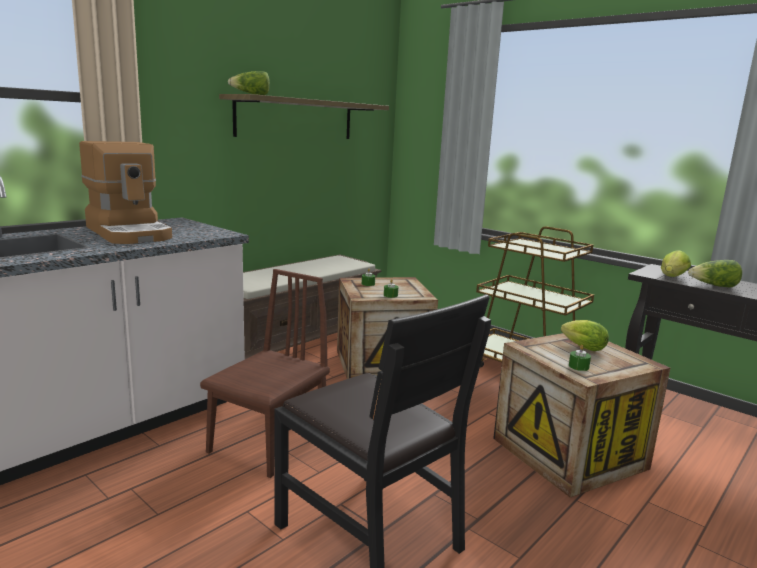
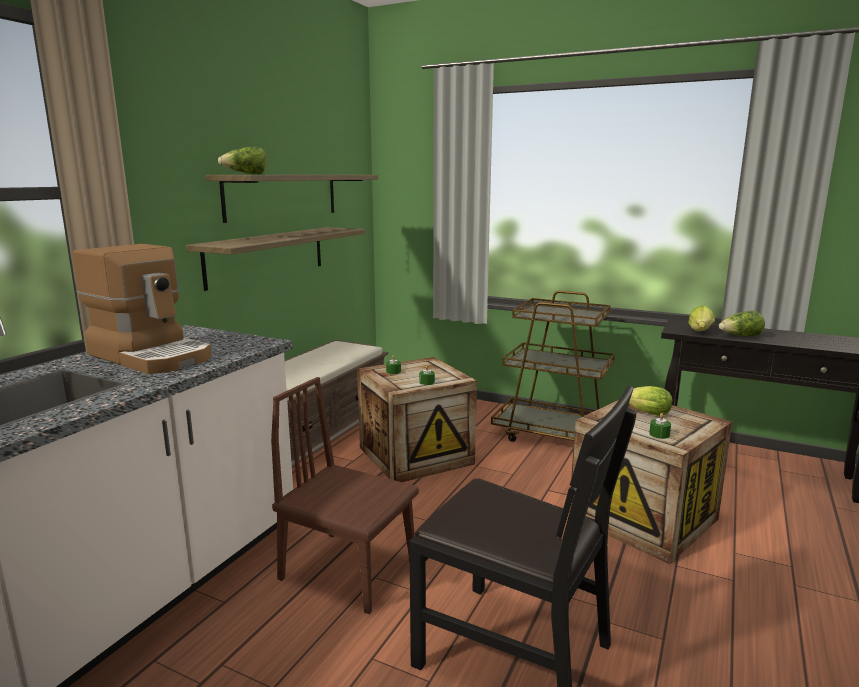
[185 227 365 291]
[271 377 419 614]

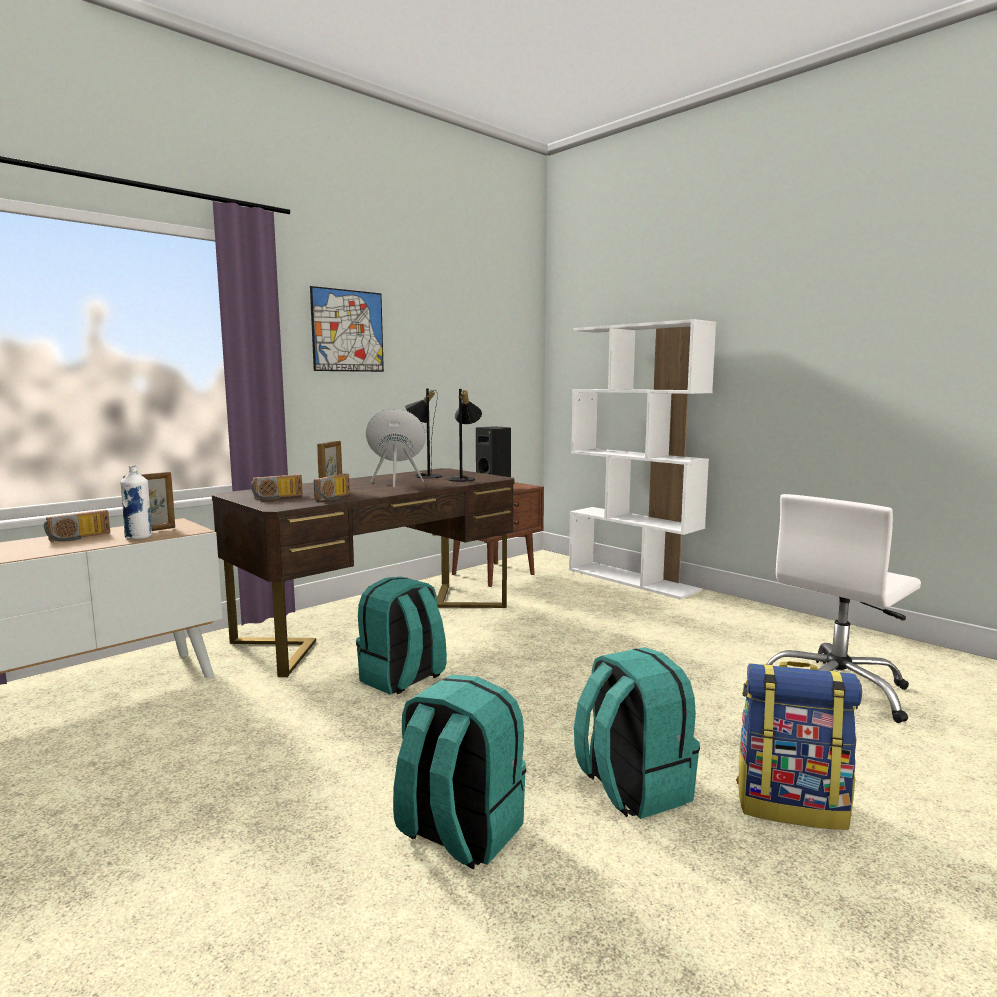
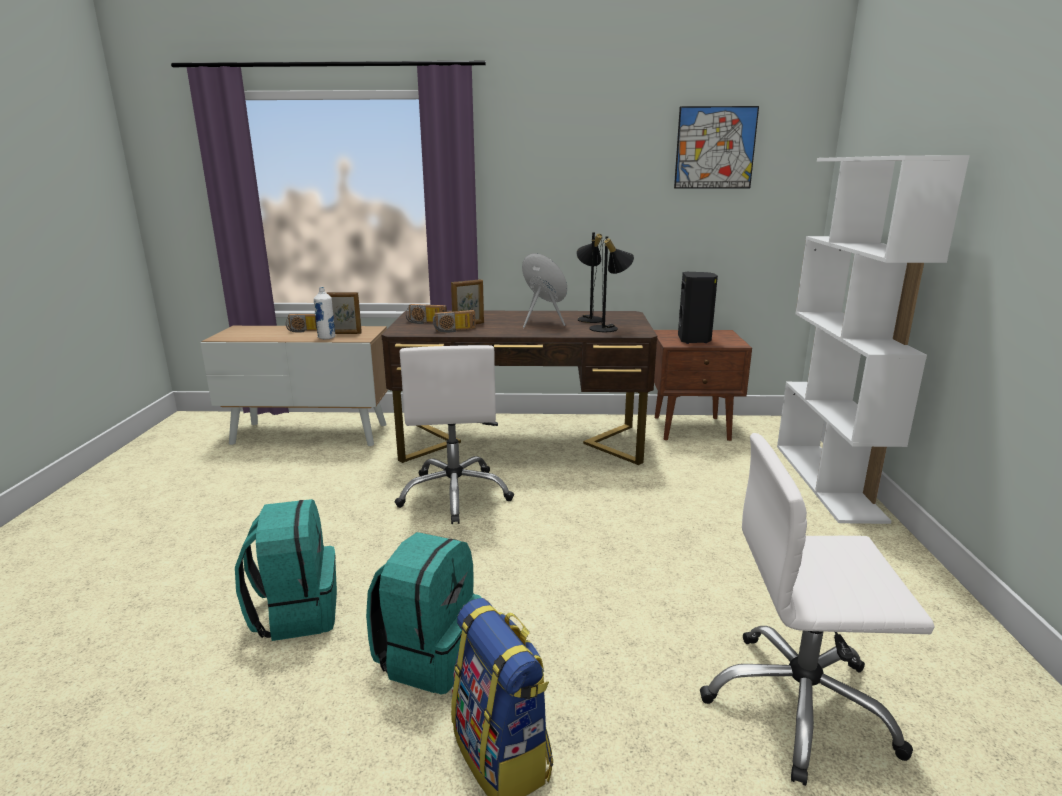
[674 106 759 189]
[395 345 514 524]

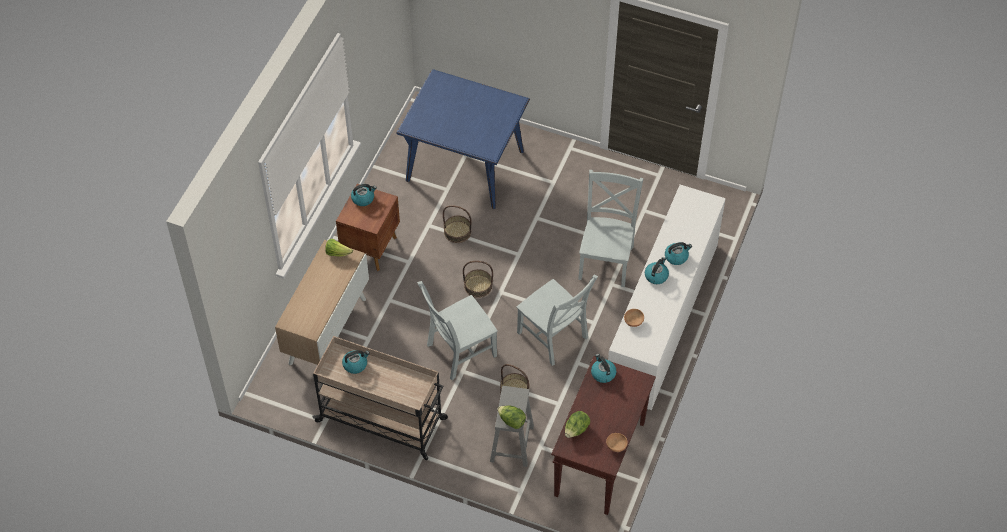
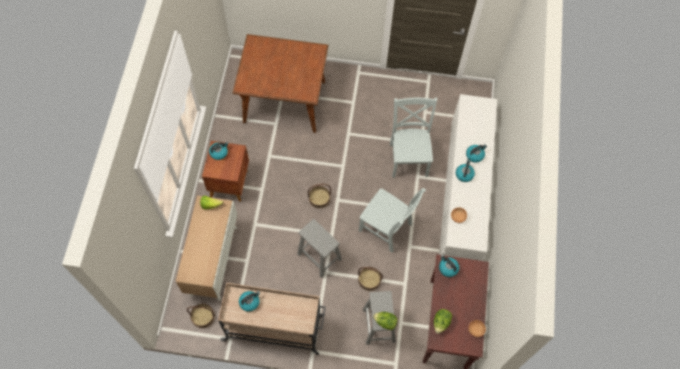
[187 303 215 328]
[297 219 342 278]
[233 34 329 133]

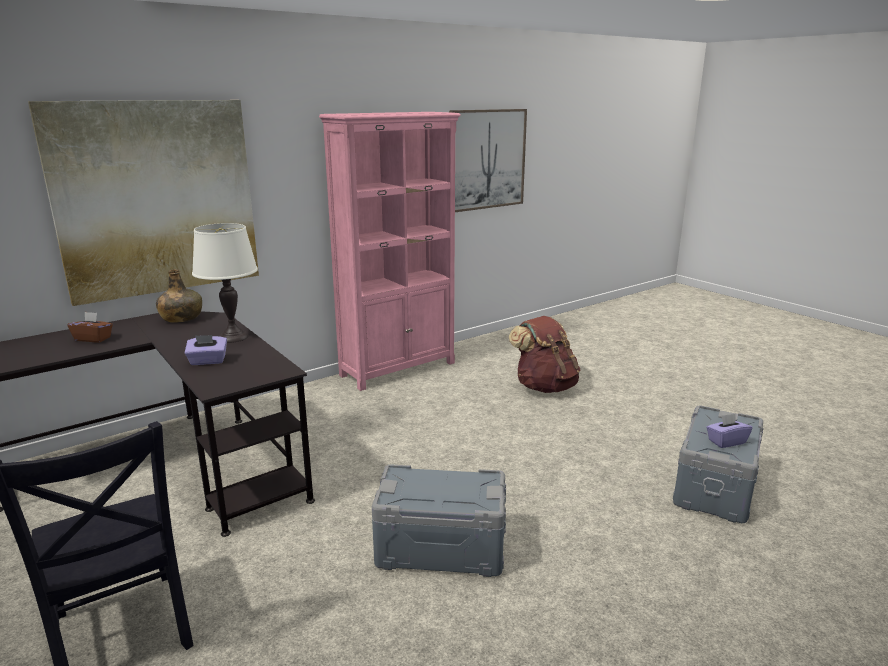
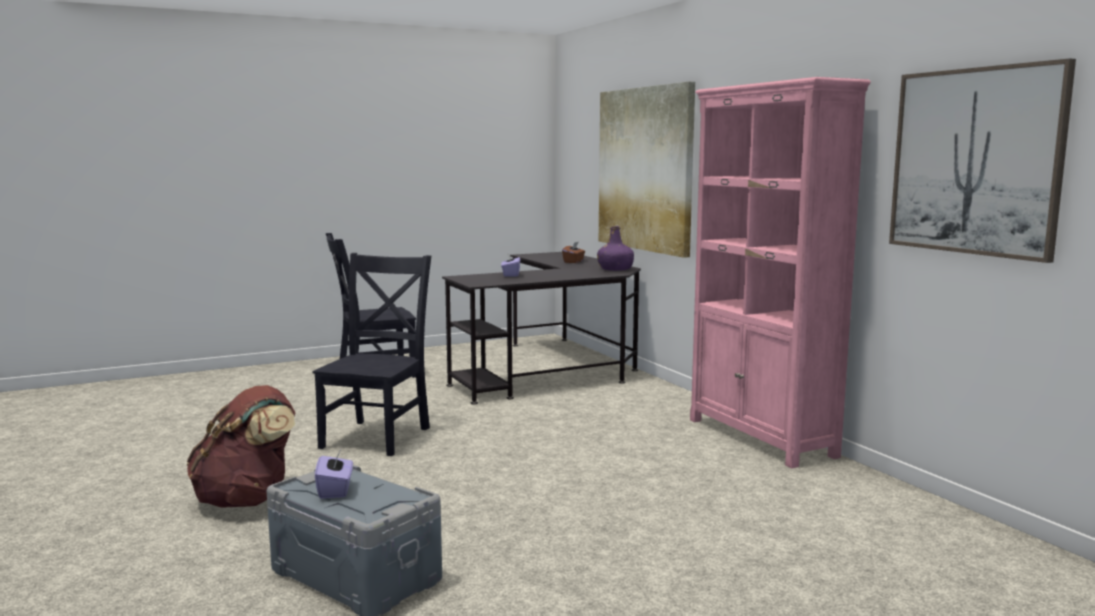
[192 223 258 343] (first image)
[187 385 296 508]
[312 253 431 456]
[597 226 634 271]

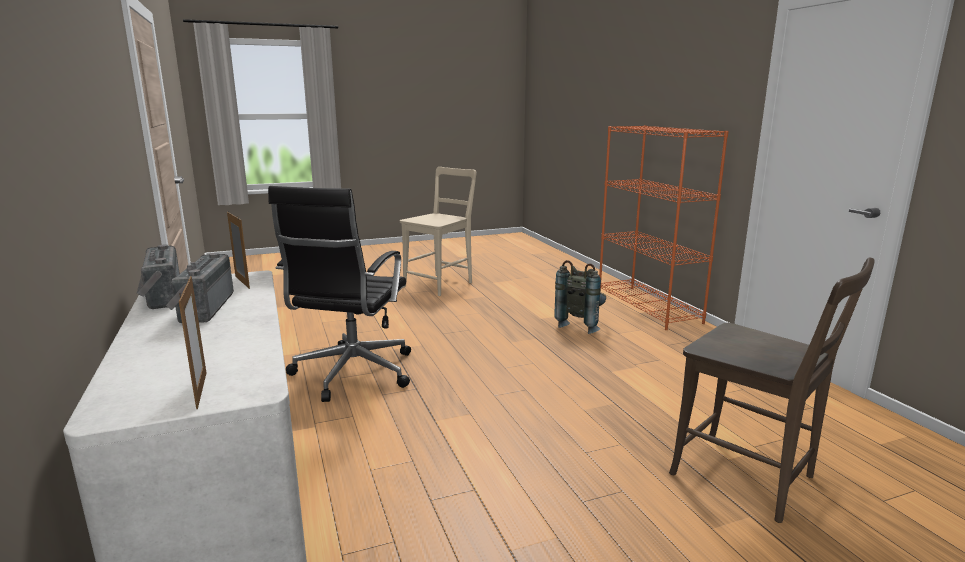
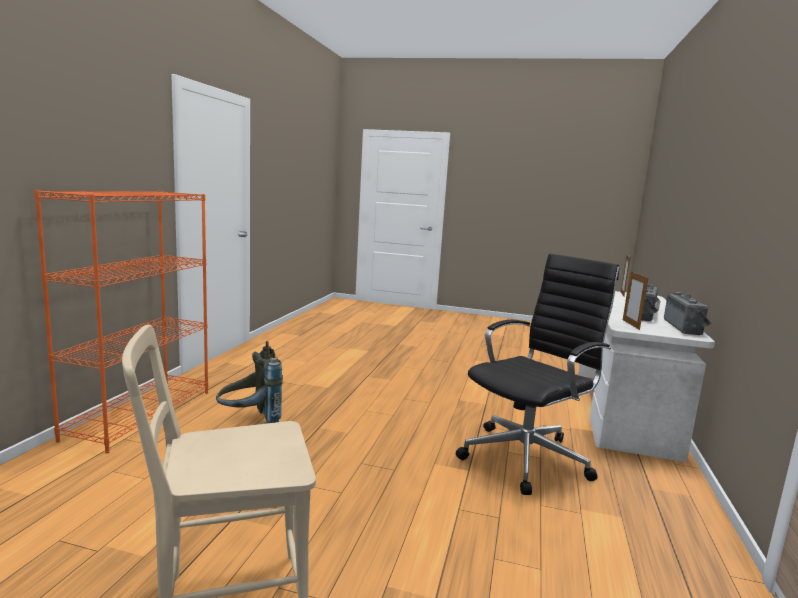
[669 258 874 523] (first image)

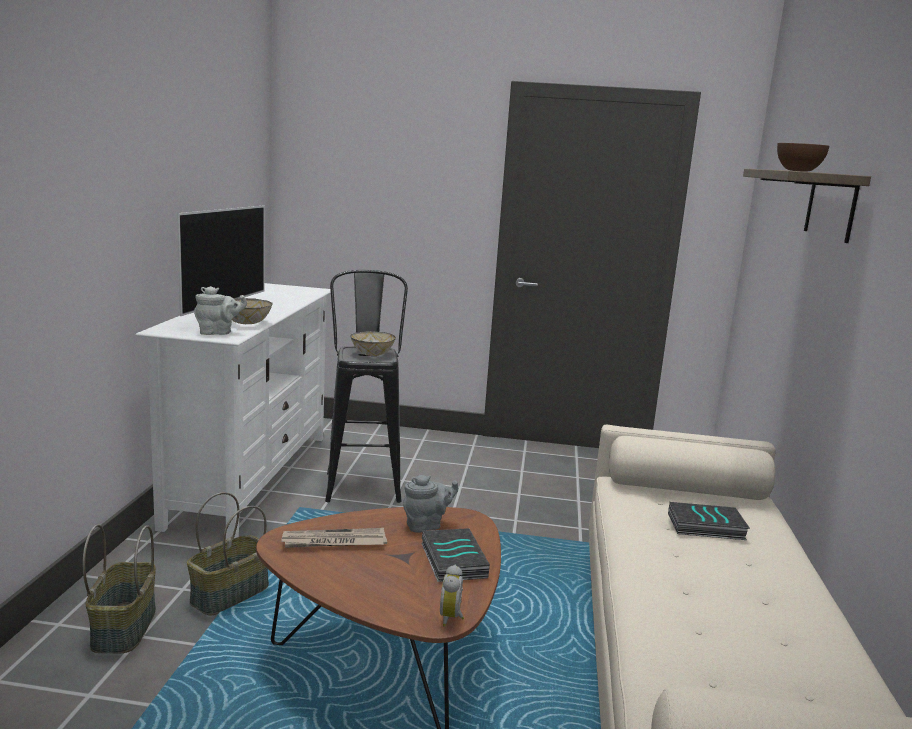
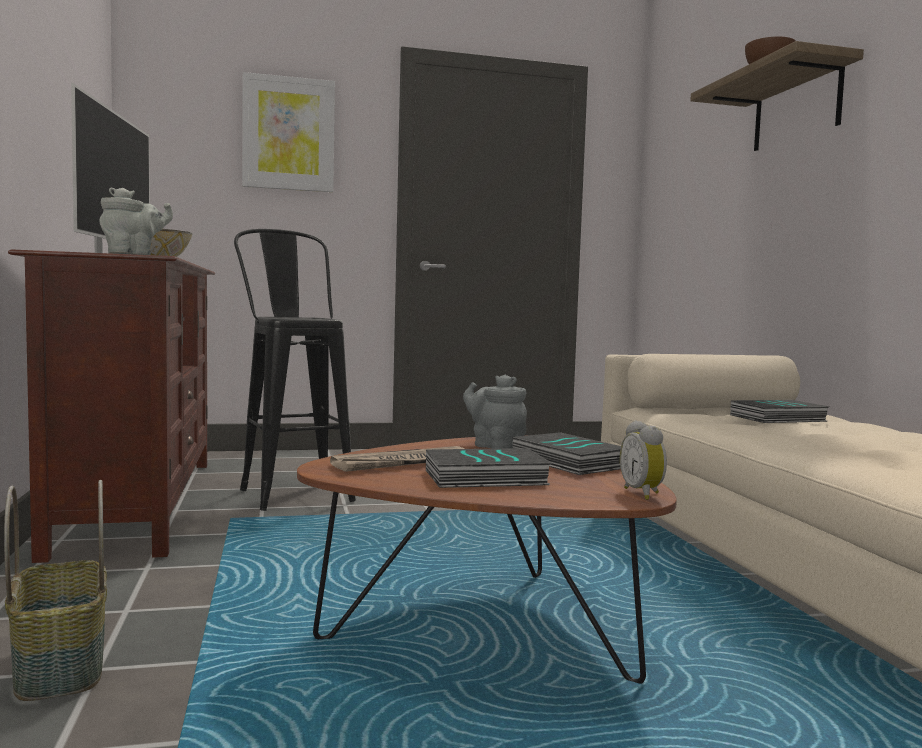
[187 492 269 615] (first image)
[350 331 396 356] (first image)
[242 72 335 192]
[426 448 553 488]
[8 249 215 563]
[463 375 527 449]

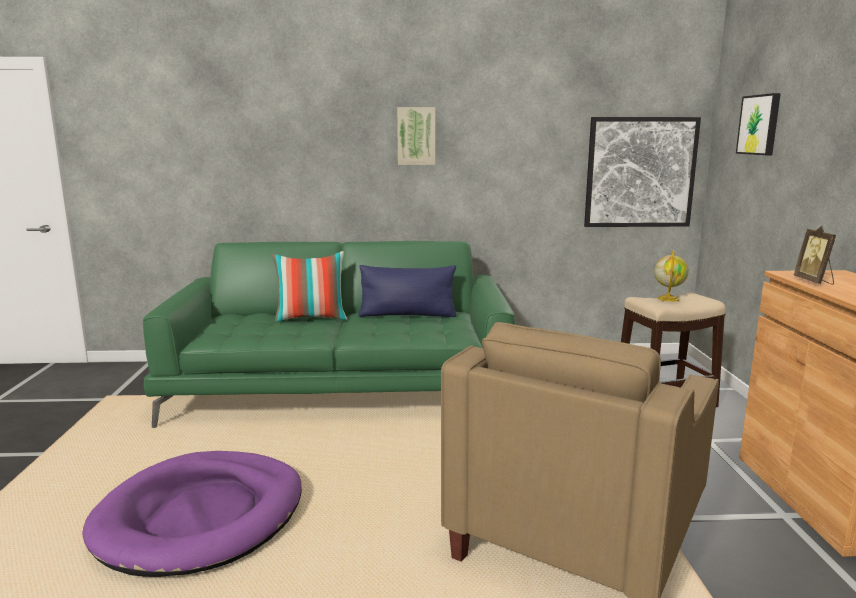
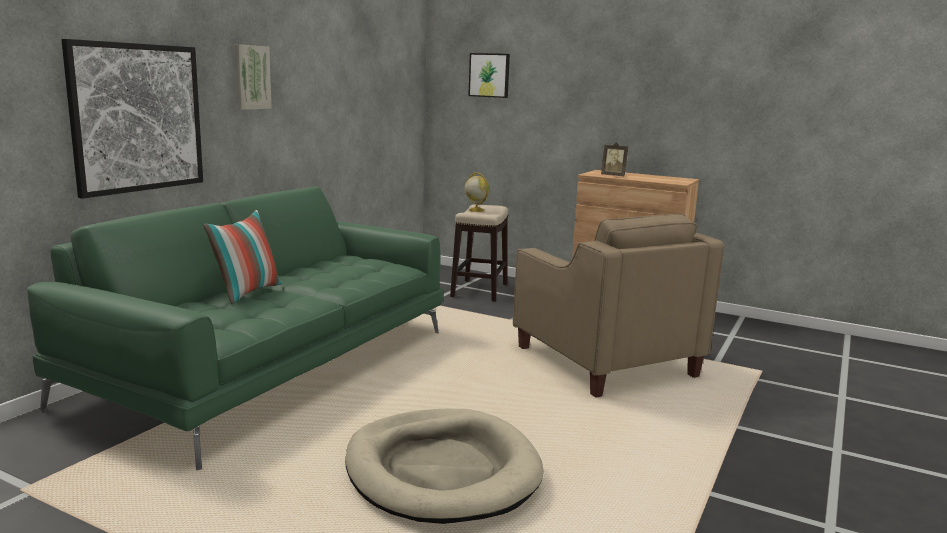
[359 265 456 317] (first image)
[61 39 203 199]
[345 409 544 524]

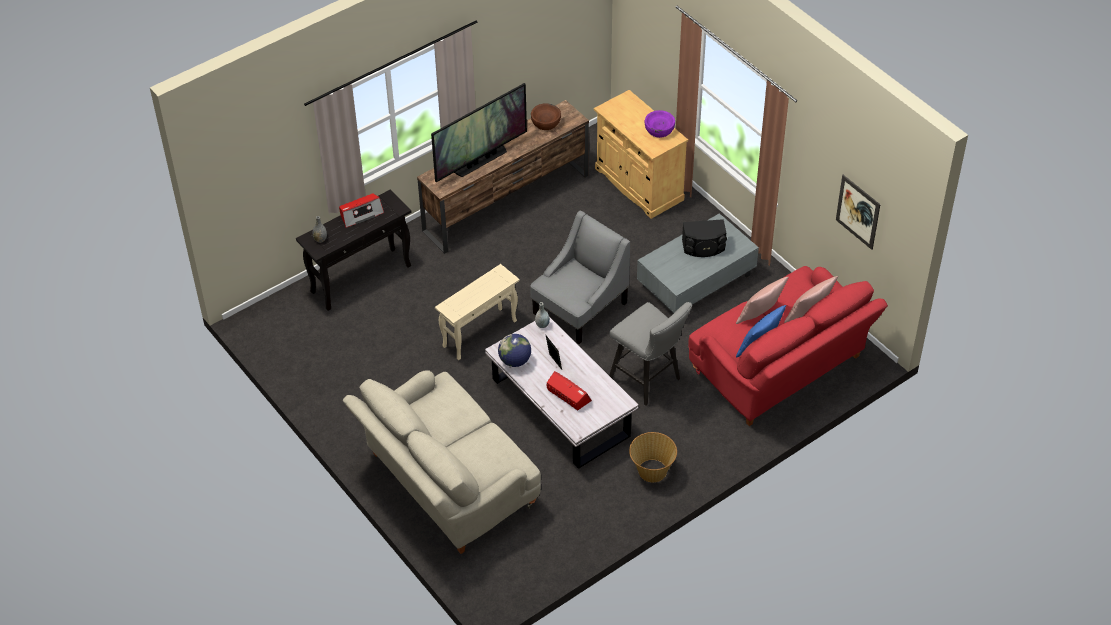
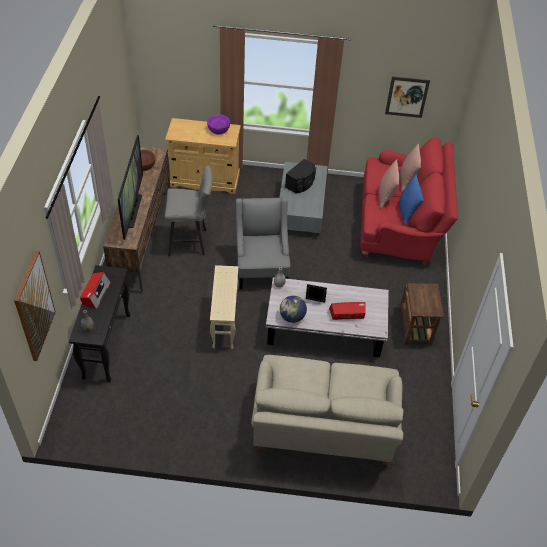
[14 251 56 361]
[164 166 213 256]
[400 283 444 346]

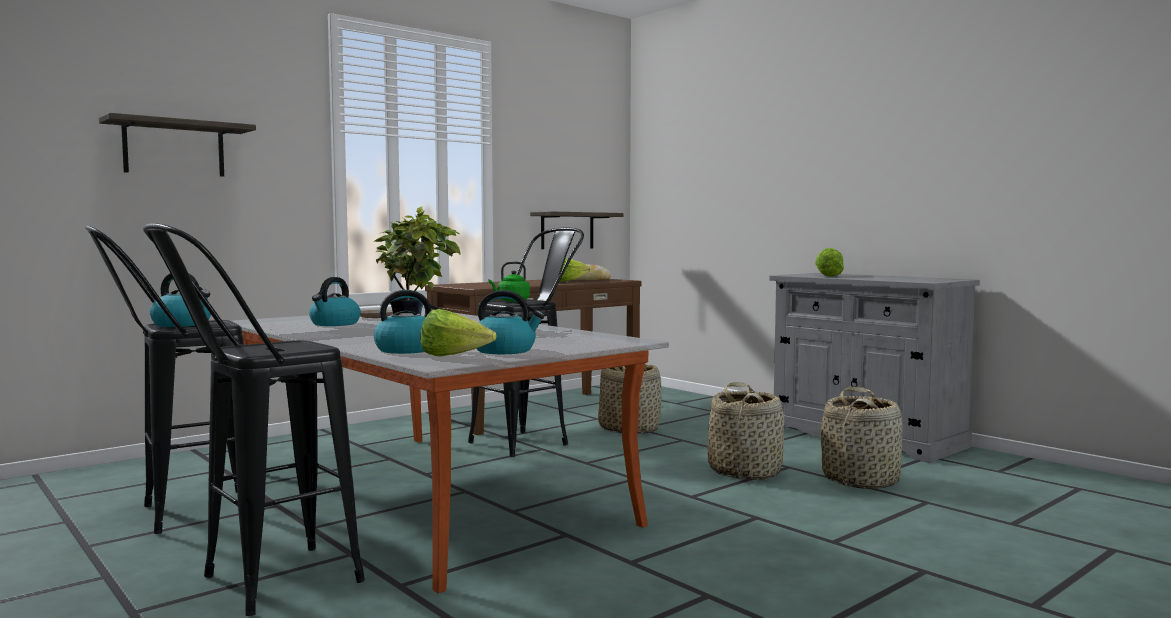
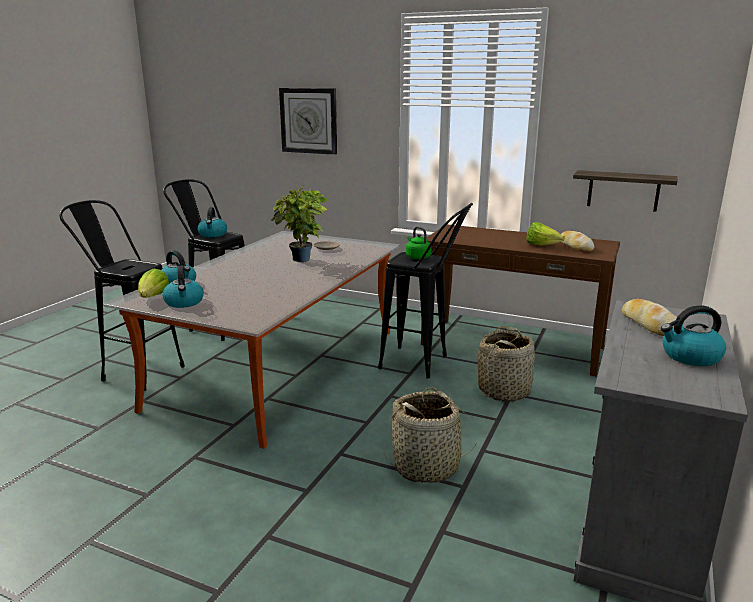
[821 387 903 489] (first image)
[661 305 726 366]
[279 88 337 155]
[622 299 677 336]

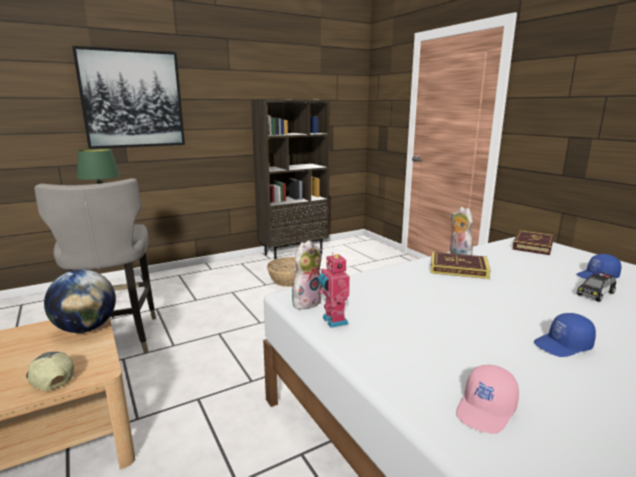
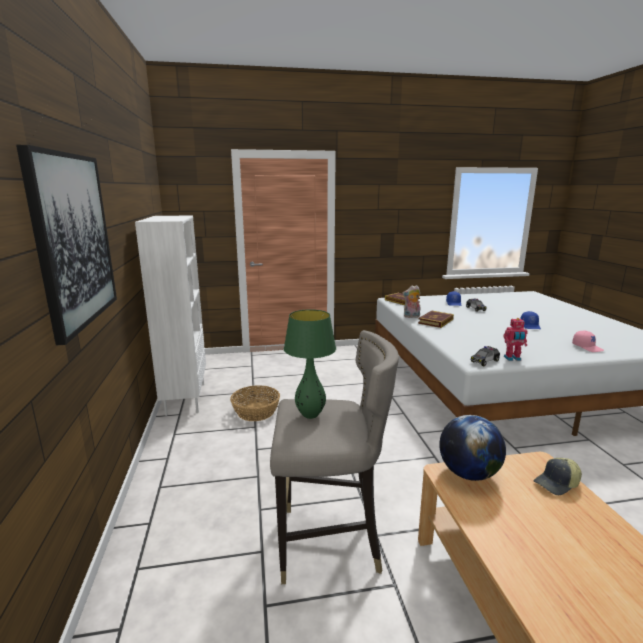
[471 346 500 366]
[135 215 206 416]

